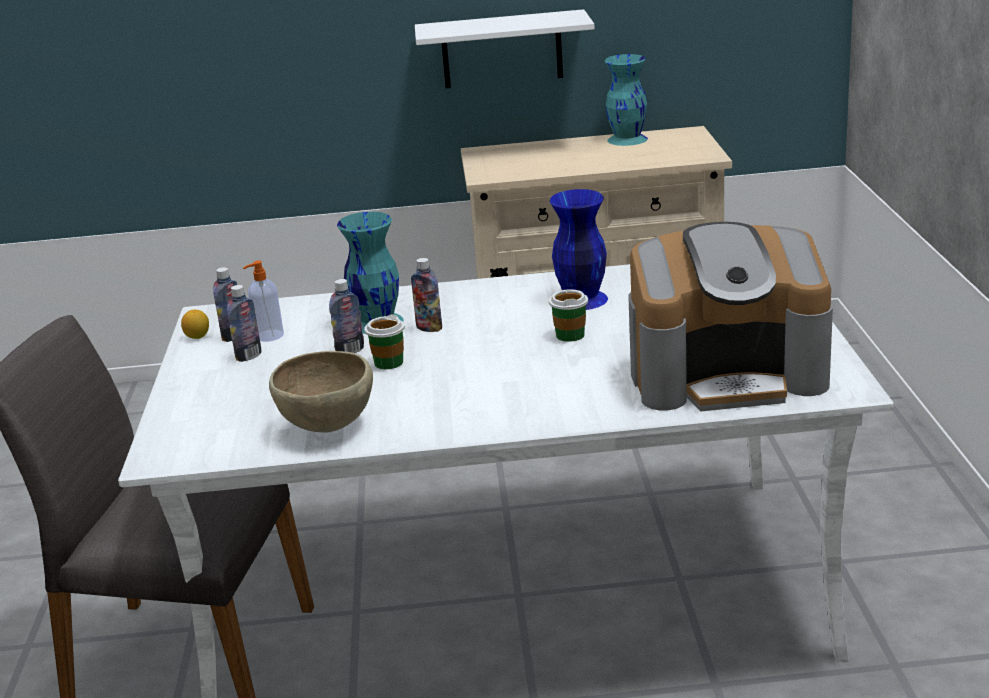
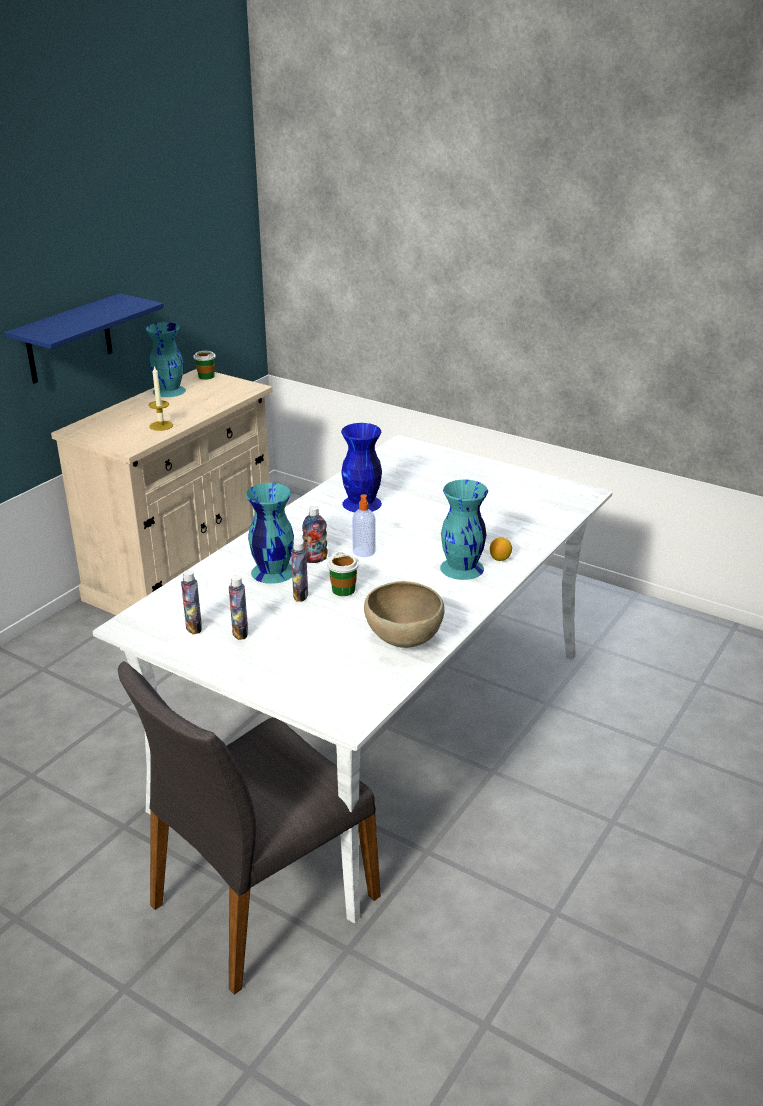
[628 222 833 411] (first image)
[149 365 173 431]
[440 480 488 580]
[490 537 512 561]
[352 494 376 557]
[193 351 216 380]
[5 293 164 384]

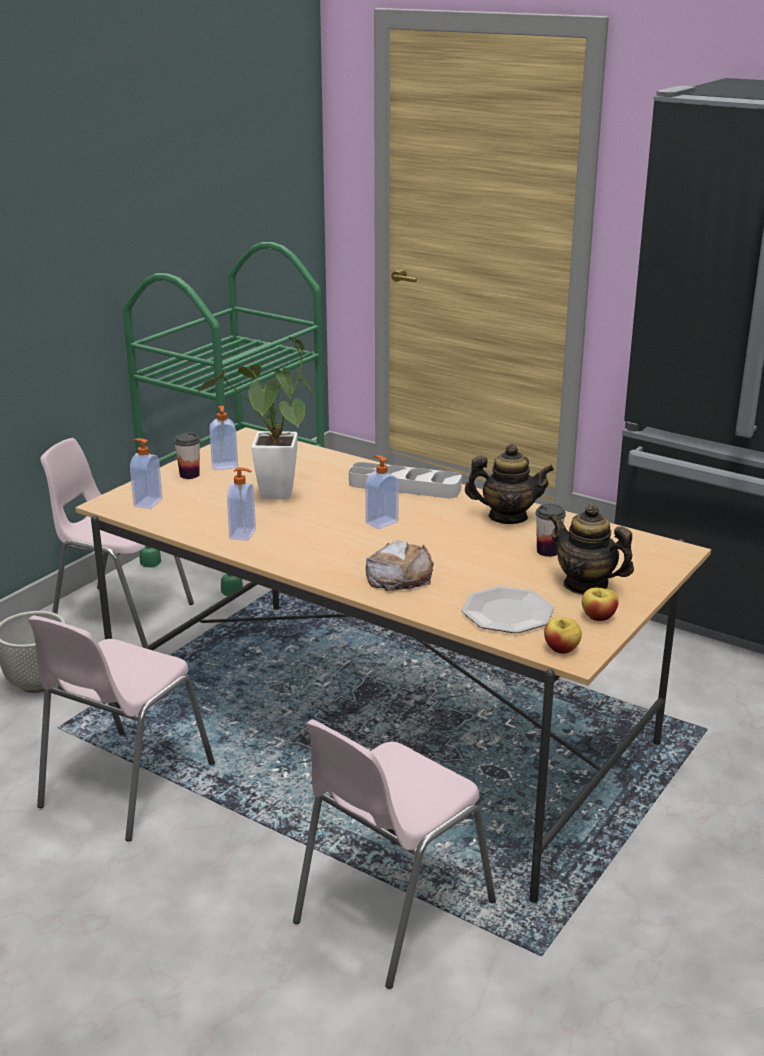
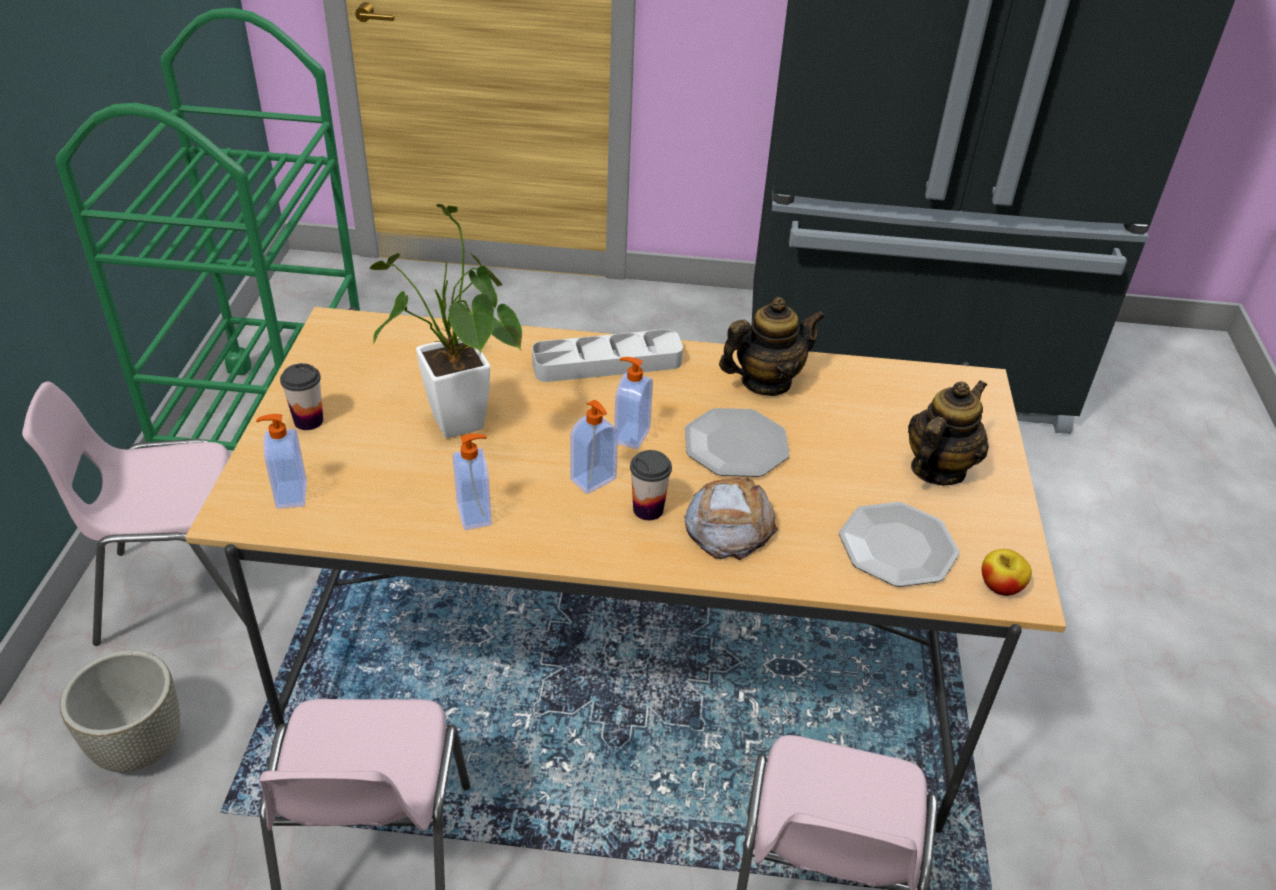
[582 588 619 621] (first image)
[685 408 789 477]
[570 400 618 494]
[630 450 672 520]
[908 380 989 486]

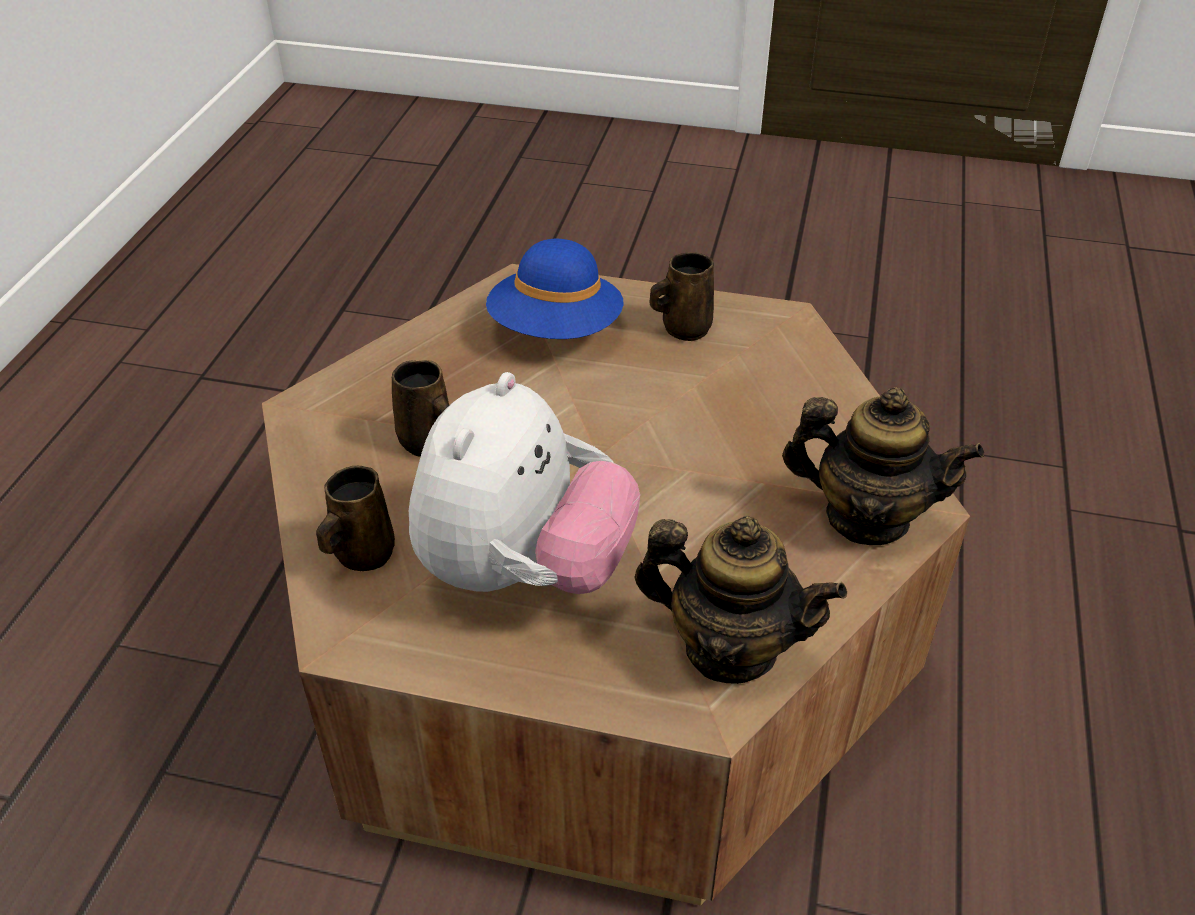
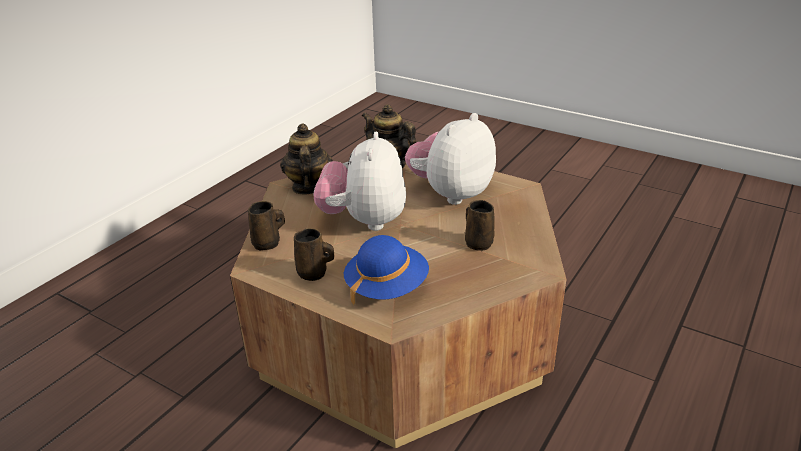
[313 132 406 231]
[248 201 285 251]
[280 123 333 195]

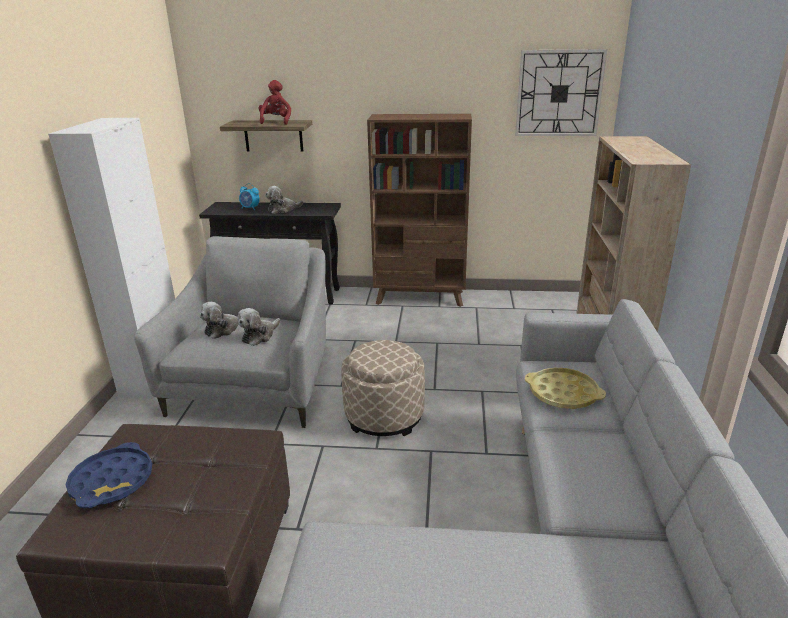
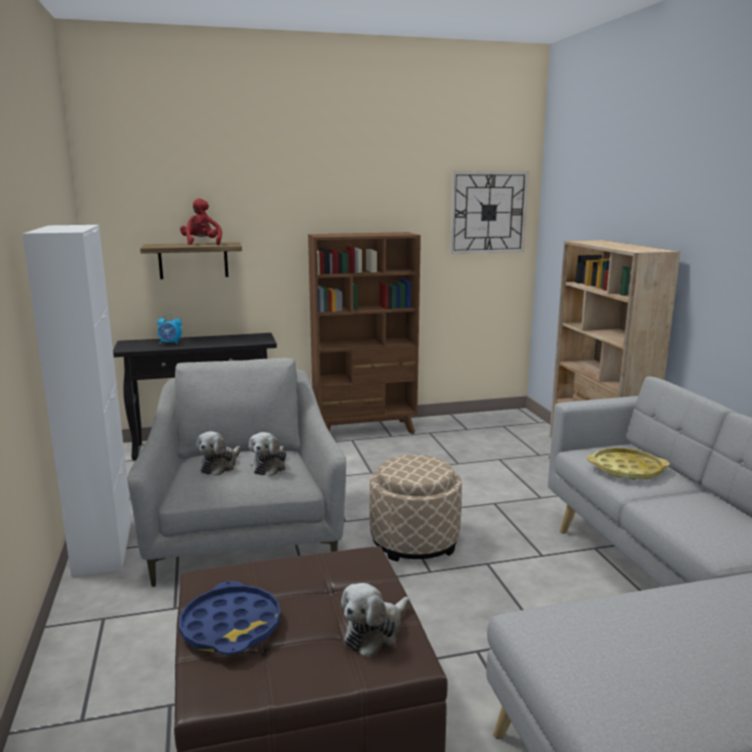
[341 583 410 658]

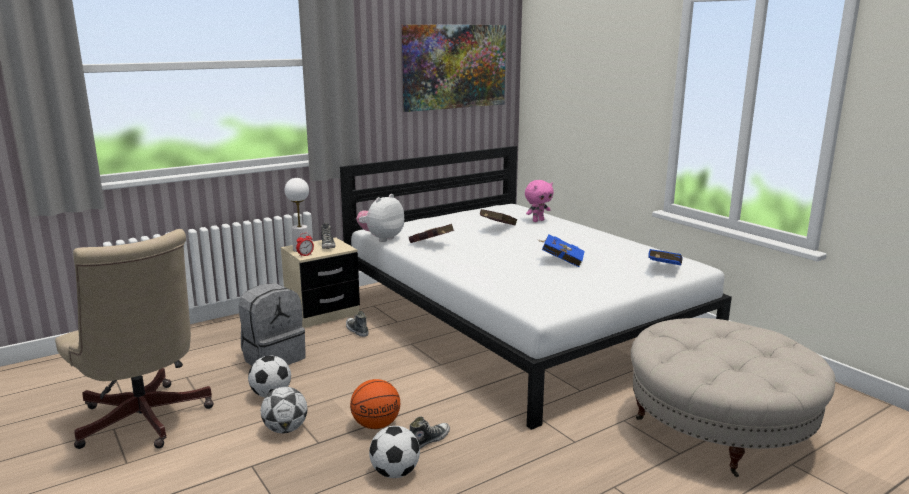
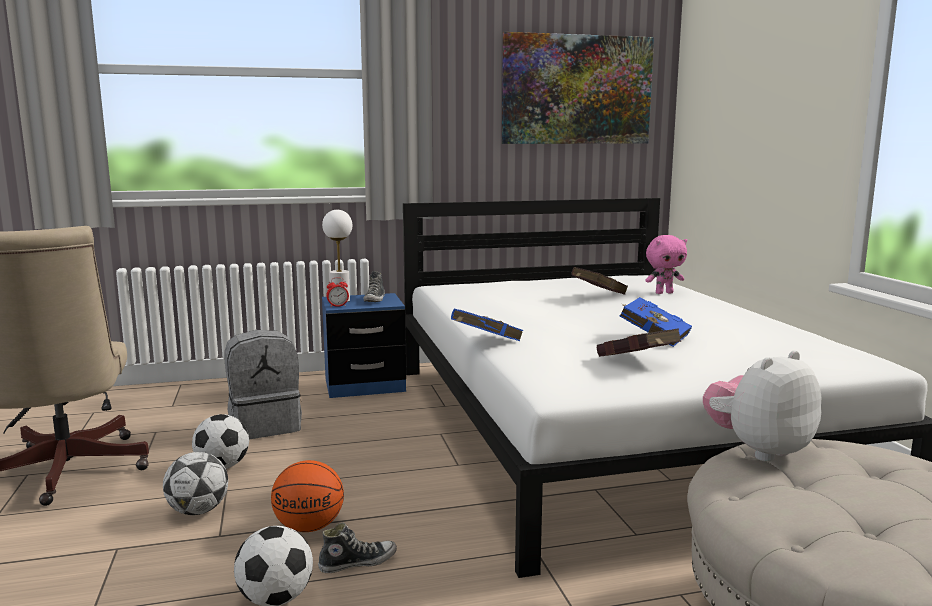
[346 311 369 337] (first image)
[703 350 821 462]
[597 328 681 357]
[451 308 523 341]
[322 293 406 398]

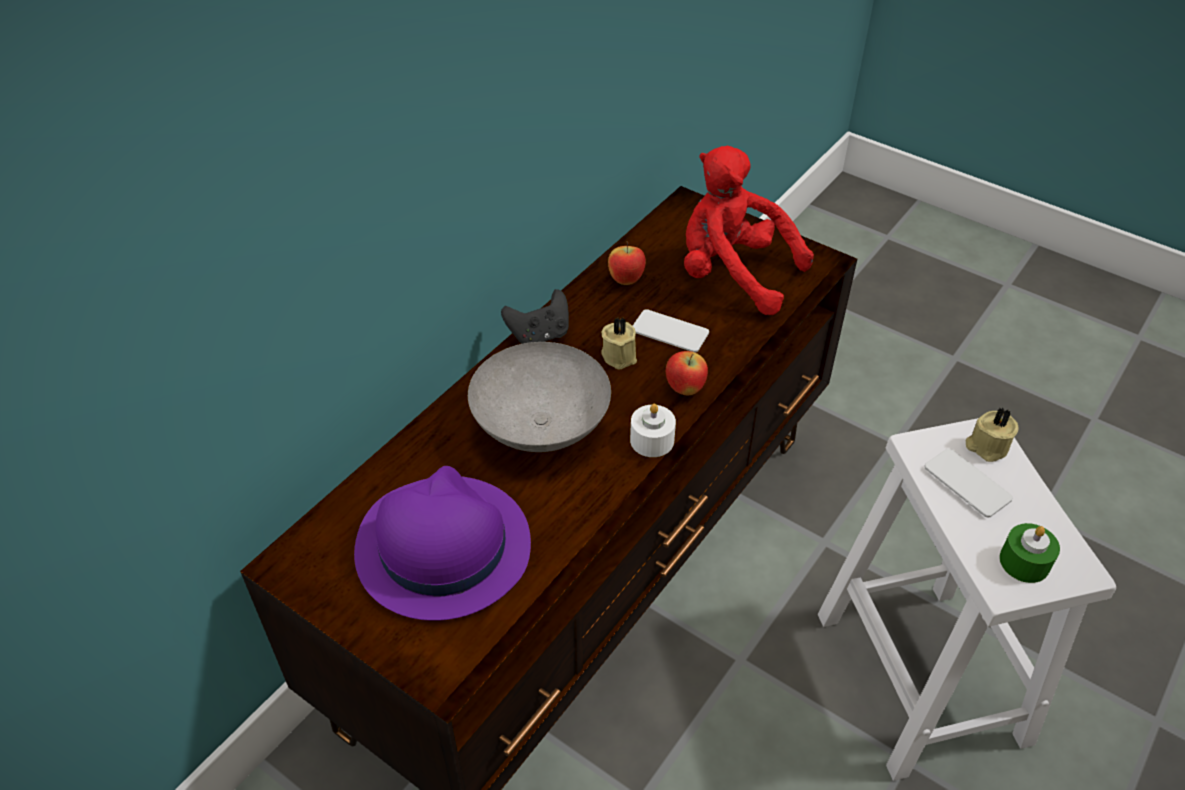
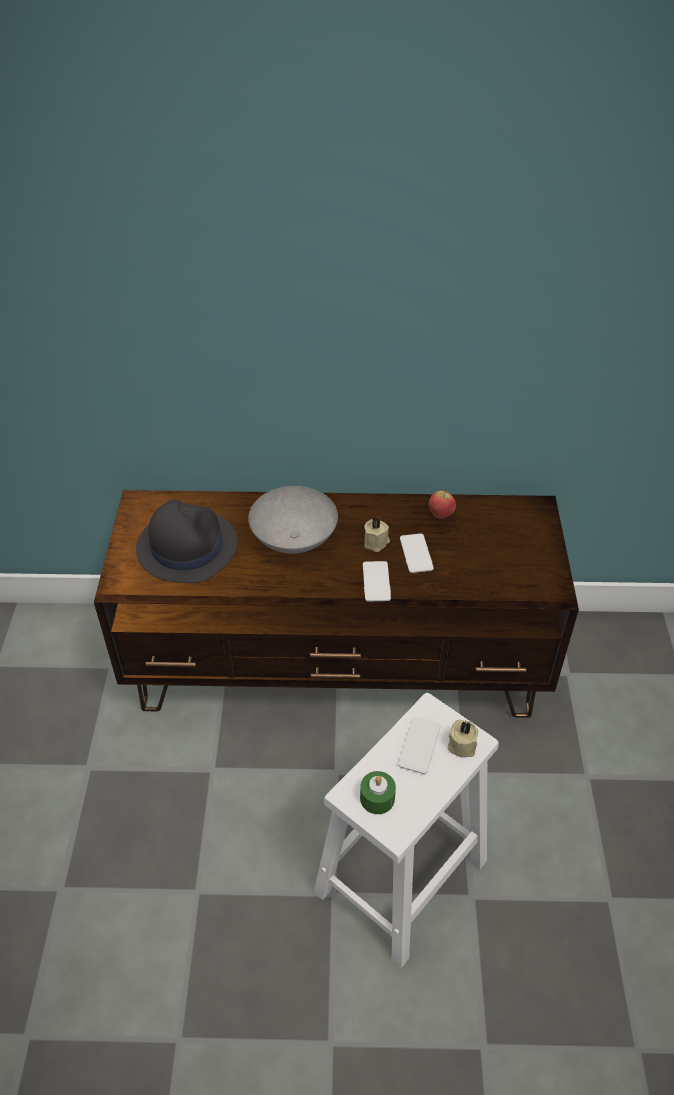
[501 289 569 344] (first image)
[630 404 676 457] (first image)
[684 146 814 315] (first image)
[363 561 391 602]
[136 499 237 583]

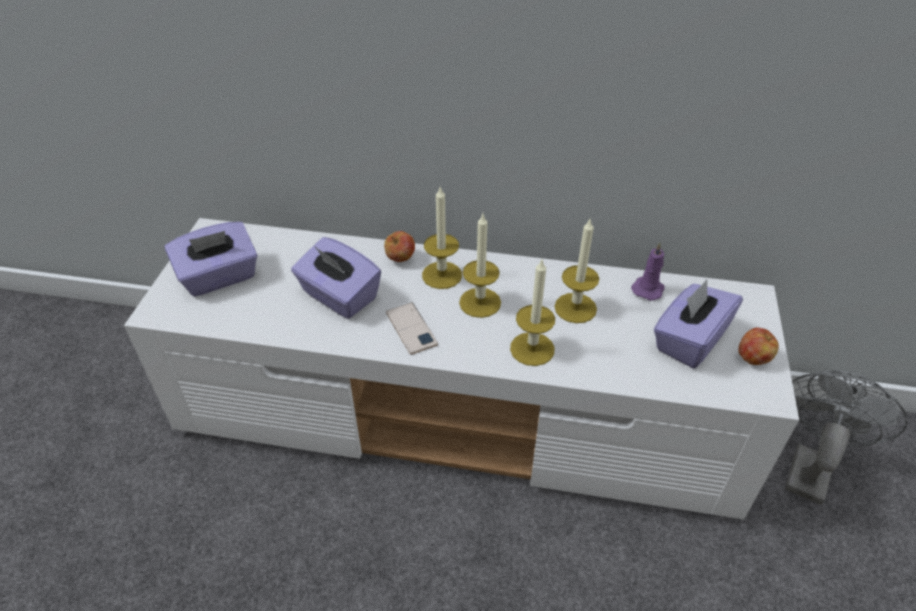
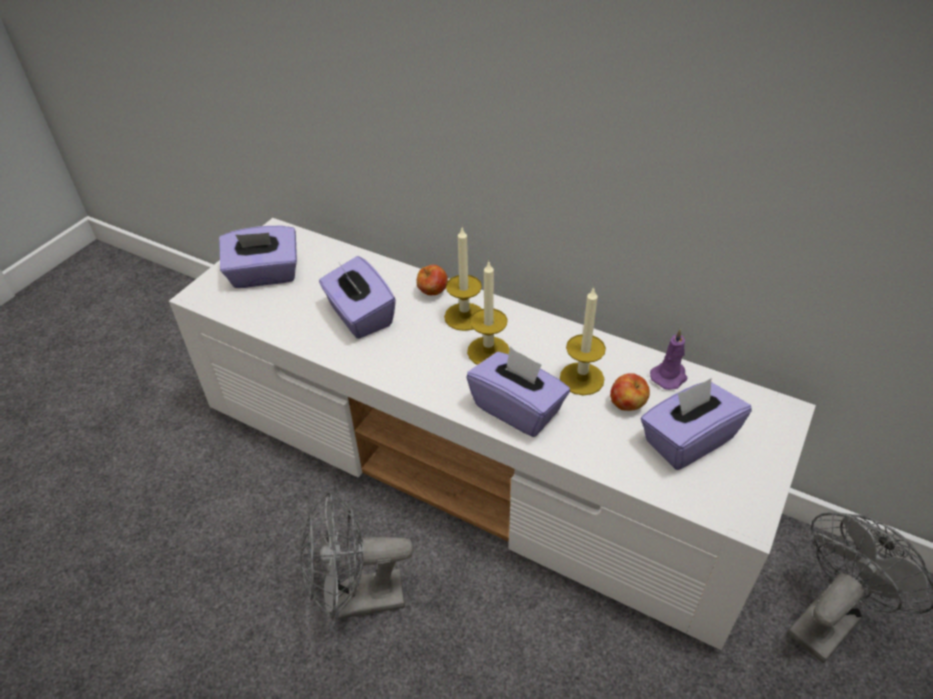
[386 302 438 355] (first image)
[300 490 414 619]
[610 373 650 411]
[466 347 570 437]

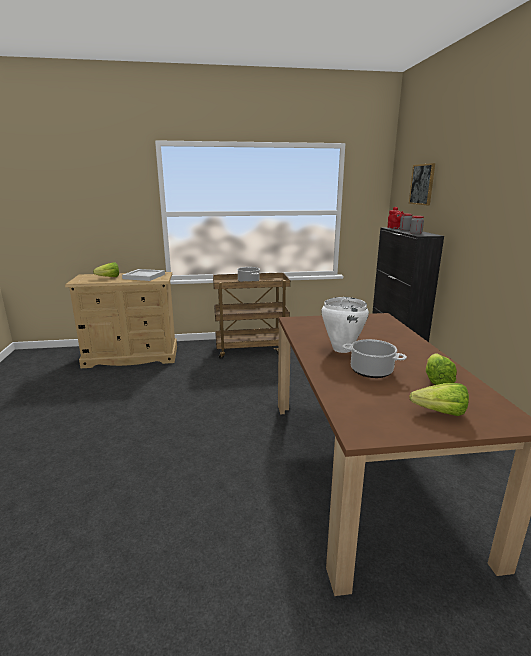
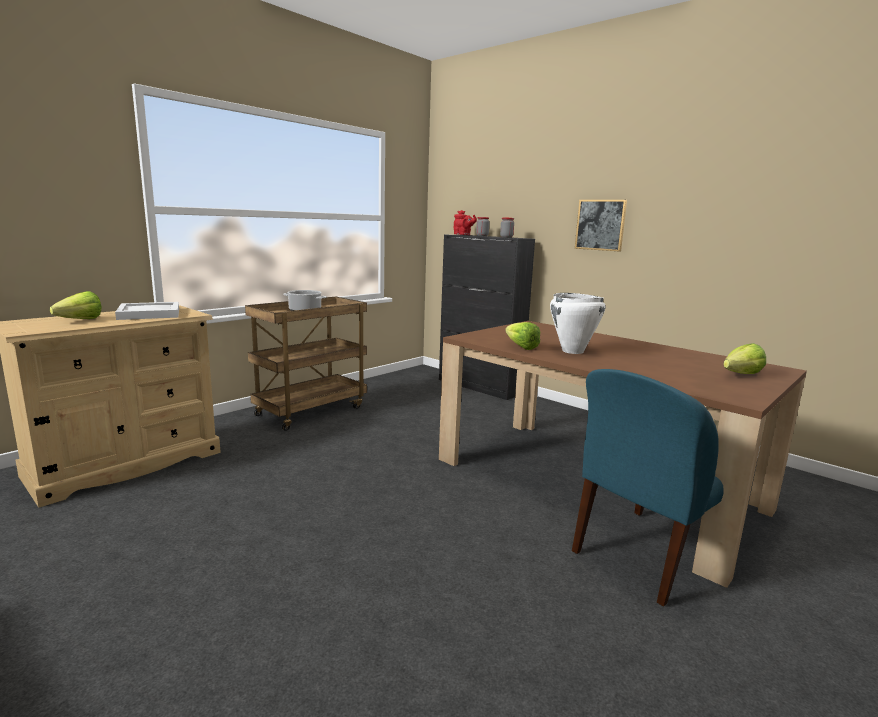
[342 339 407 378] (first image)
[572 369 724 606]
[575 200 627 252]
[505 322 540 350]

